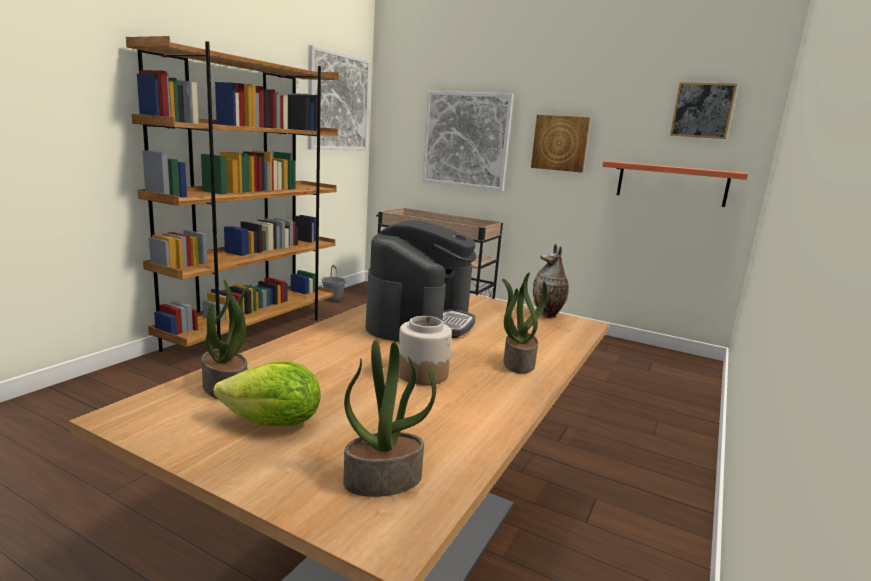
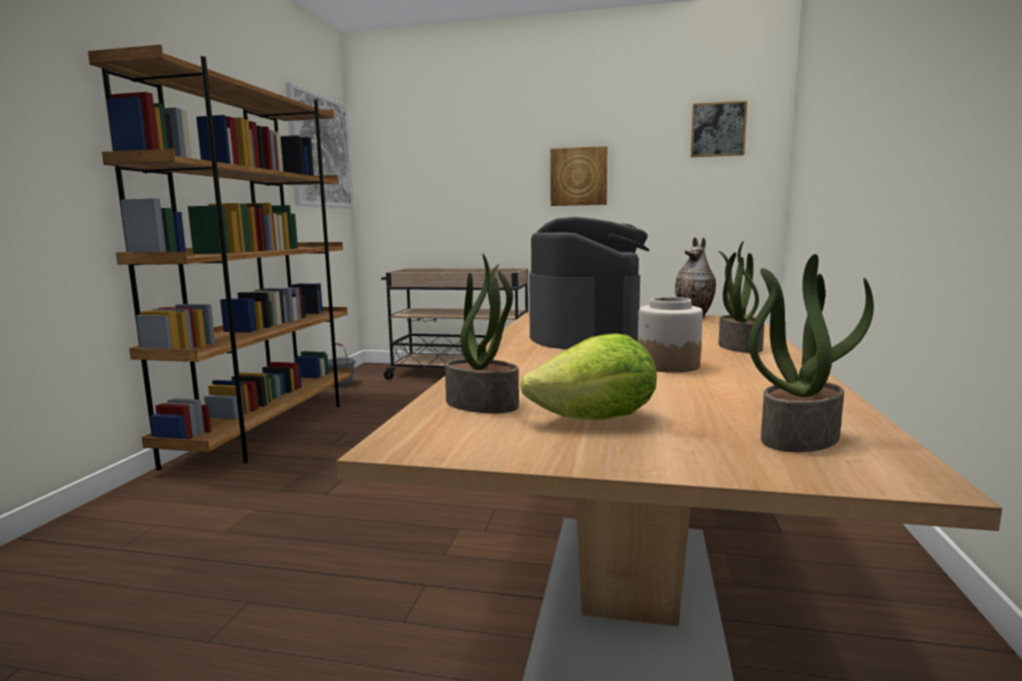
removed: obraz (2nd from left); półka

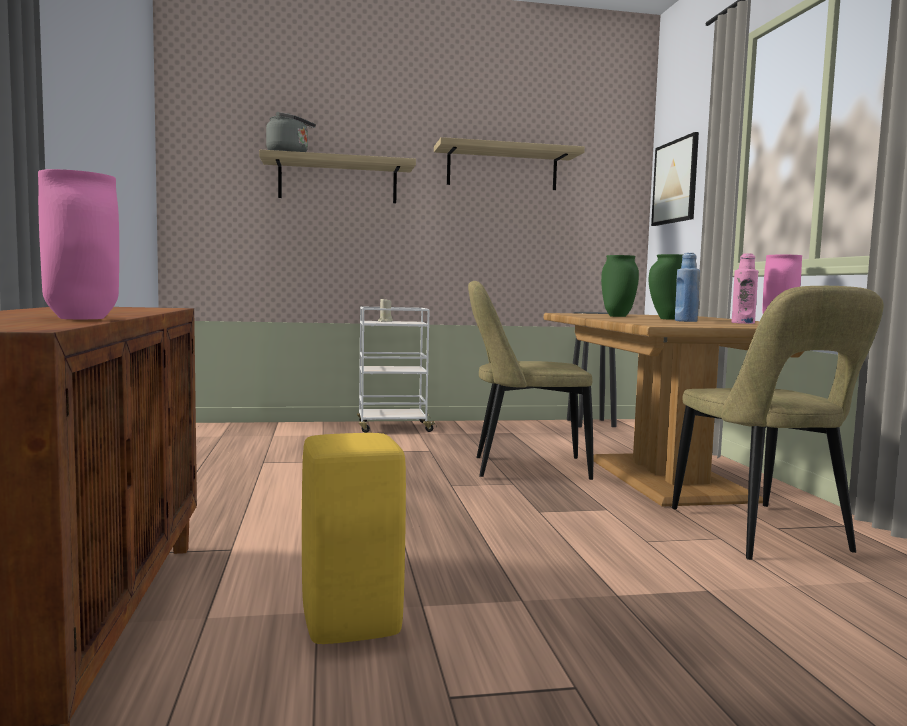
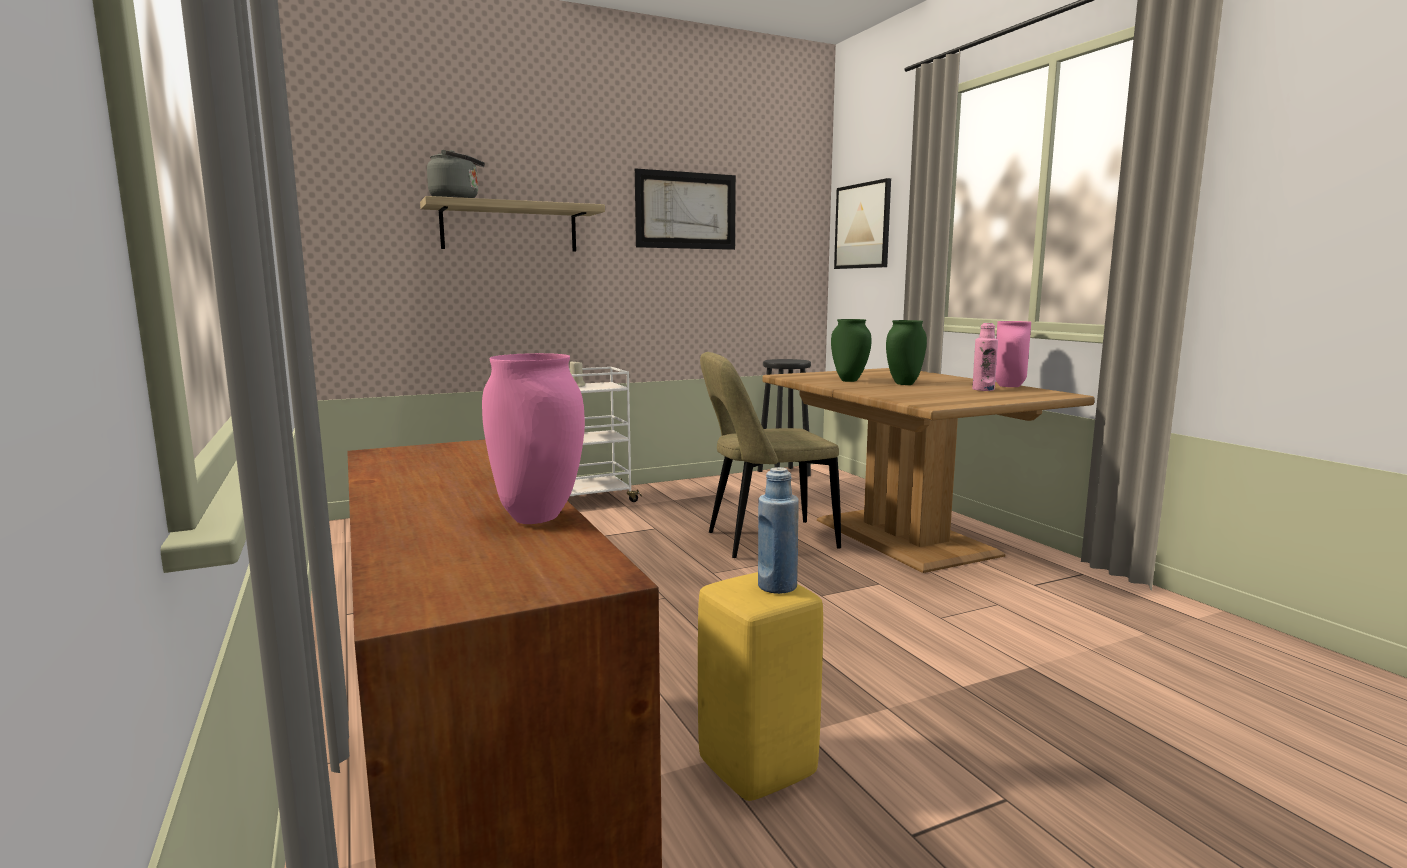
removed: krzesło (beżowy) (2nd from left)
moved: butelka (niebieski)
replaced: półka (2nd from left) to obraz (1st from left)

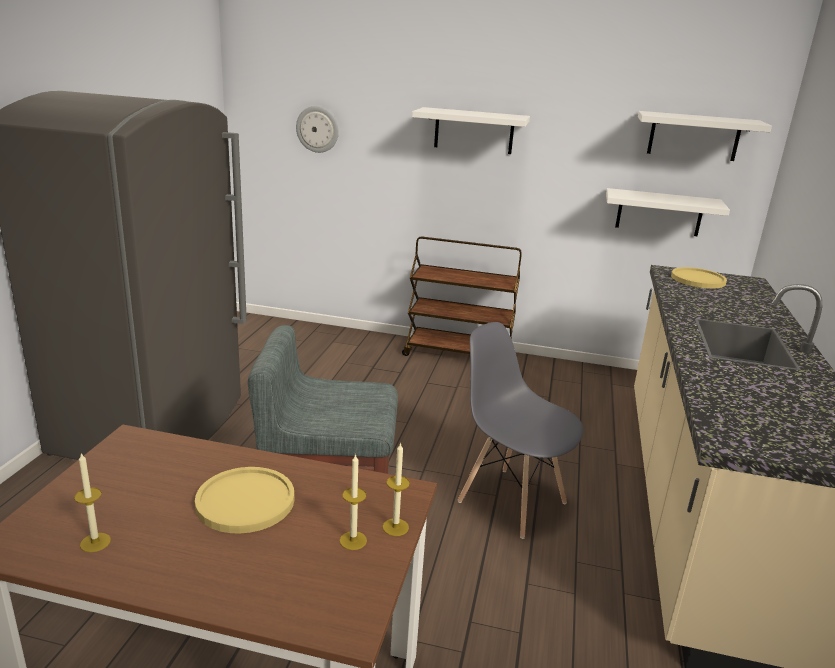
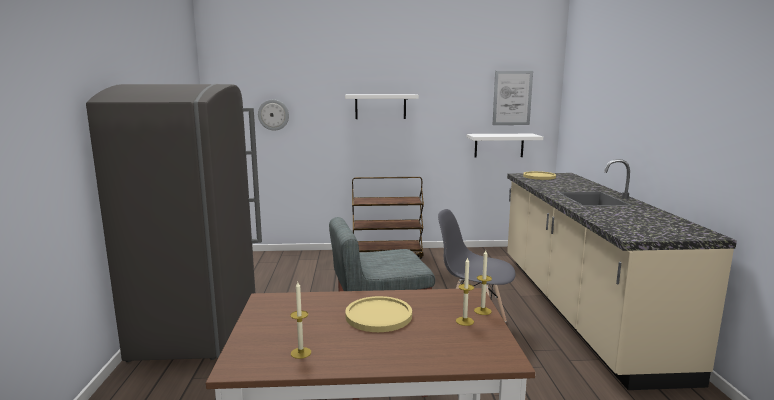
replaced: półka (biały) (3rd from left) to obraz

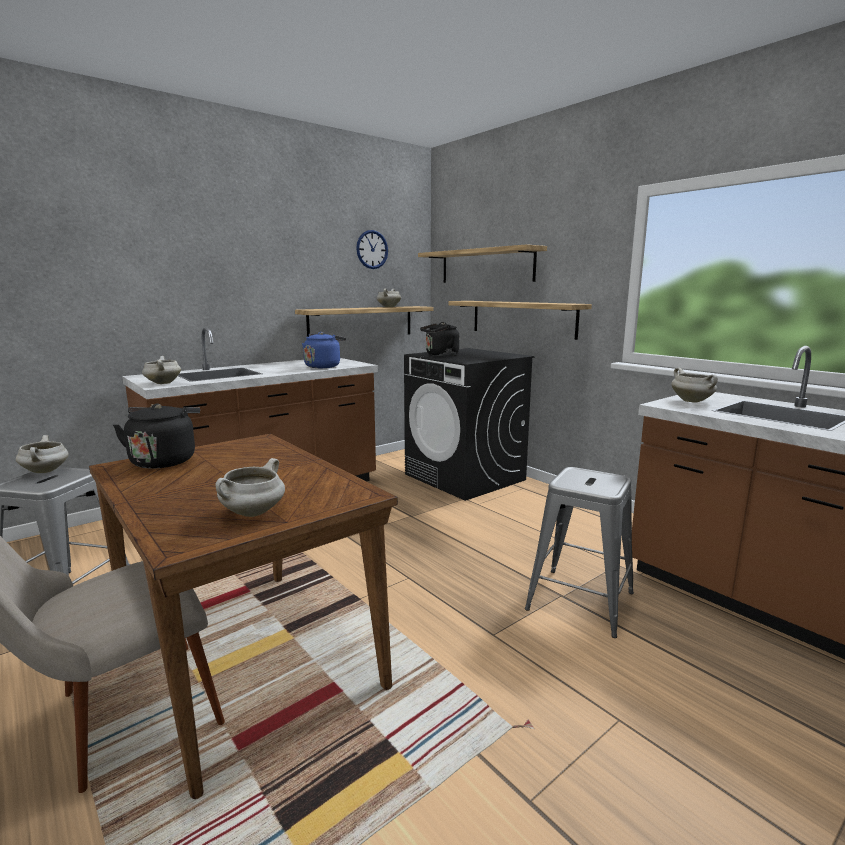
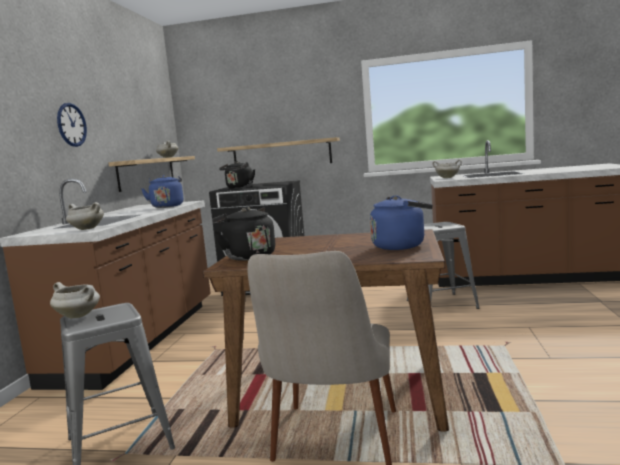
removed: półka (2nd from left)
moved: zegar ścienny
replaced: garnek (biały) (3rd from left) to czajnik (niebieski) (2nd from left)

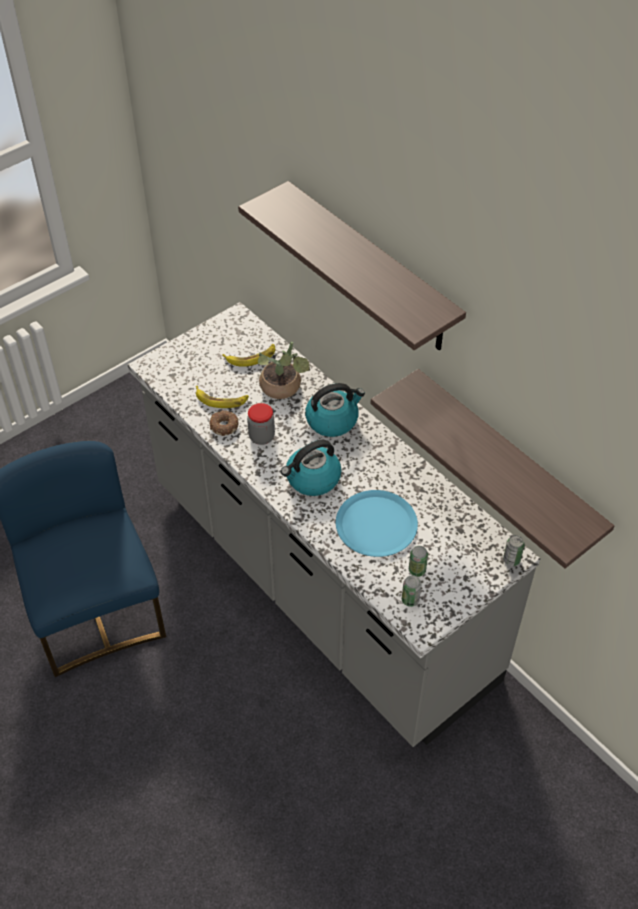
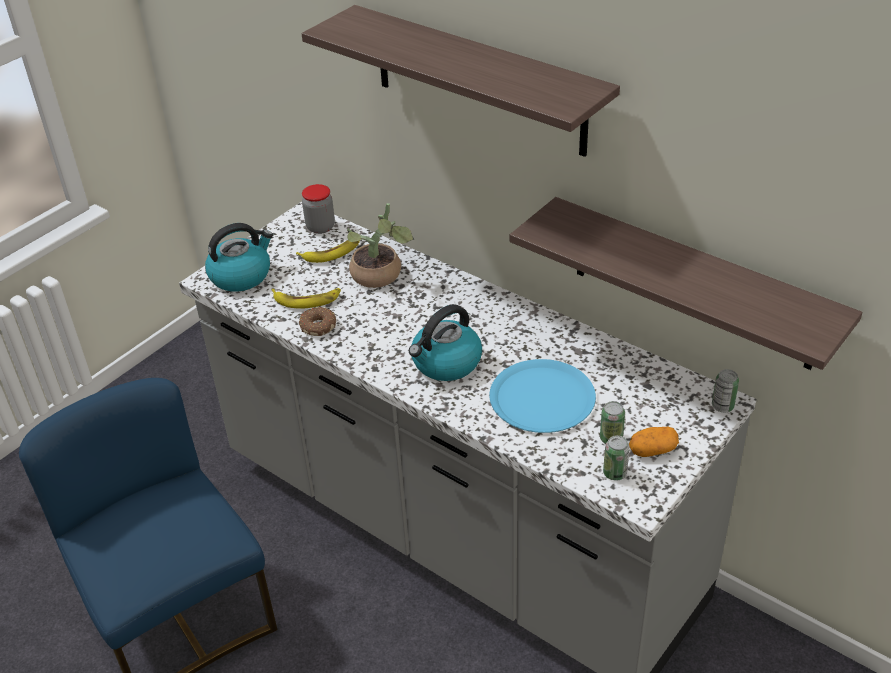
added: ziemniak
moved: czajnik (2nd from left in the first image) to czajnik (1st from left); słoik

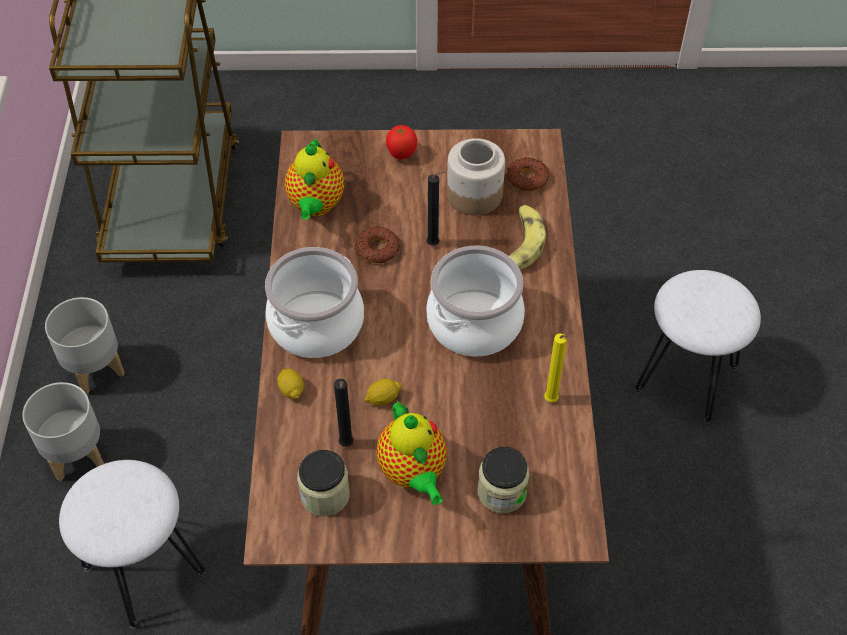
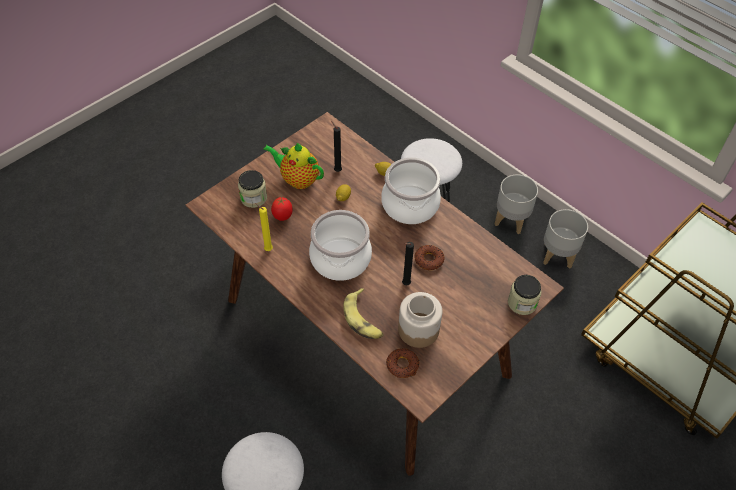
removed: imbryk (1st from left)
moved: pomidor; słoik (1st from left in the first image) to słoik (3rd from left)

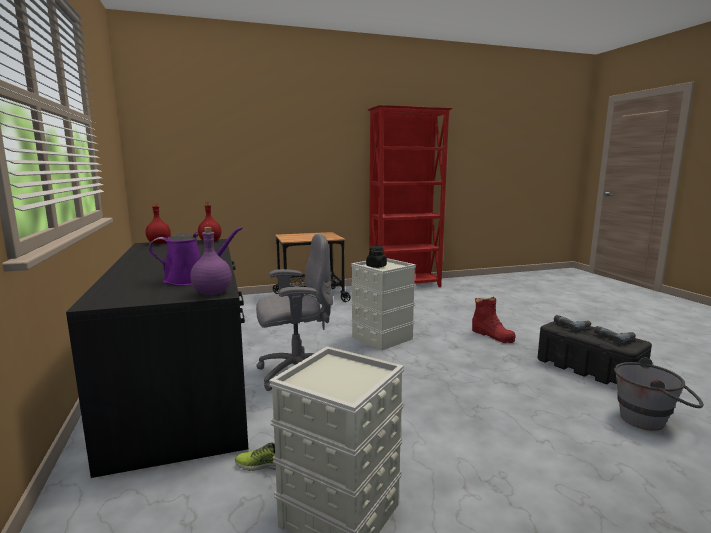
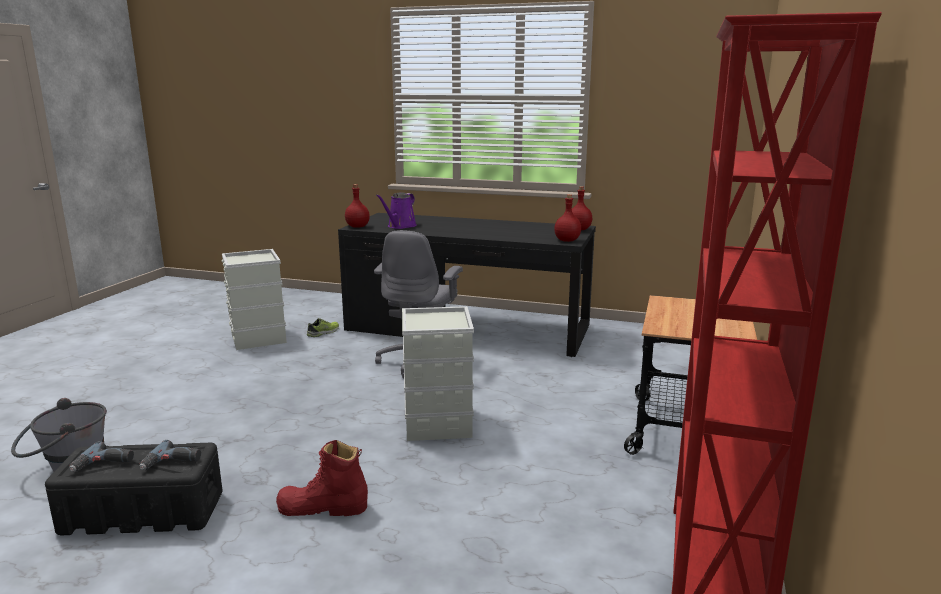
removed: słoik (czarny)
recoloured: butelka (fioletowy) to butelka (czerwony) (1st from left)

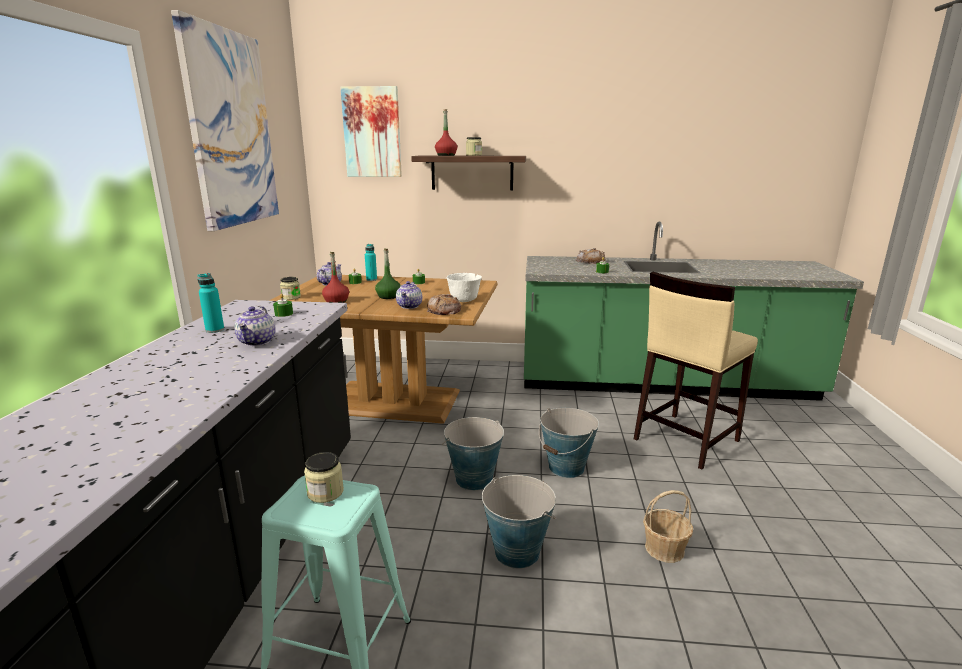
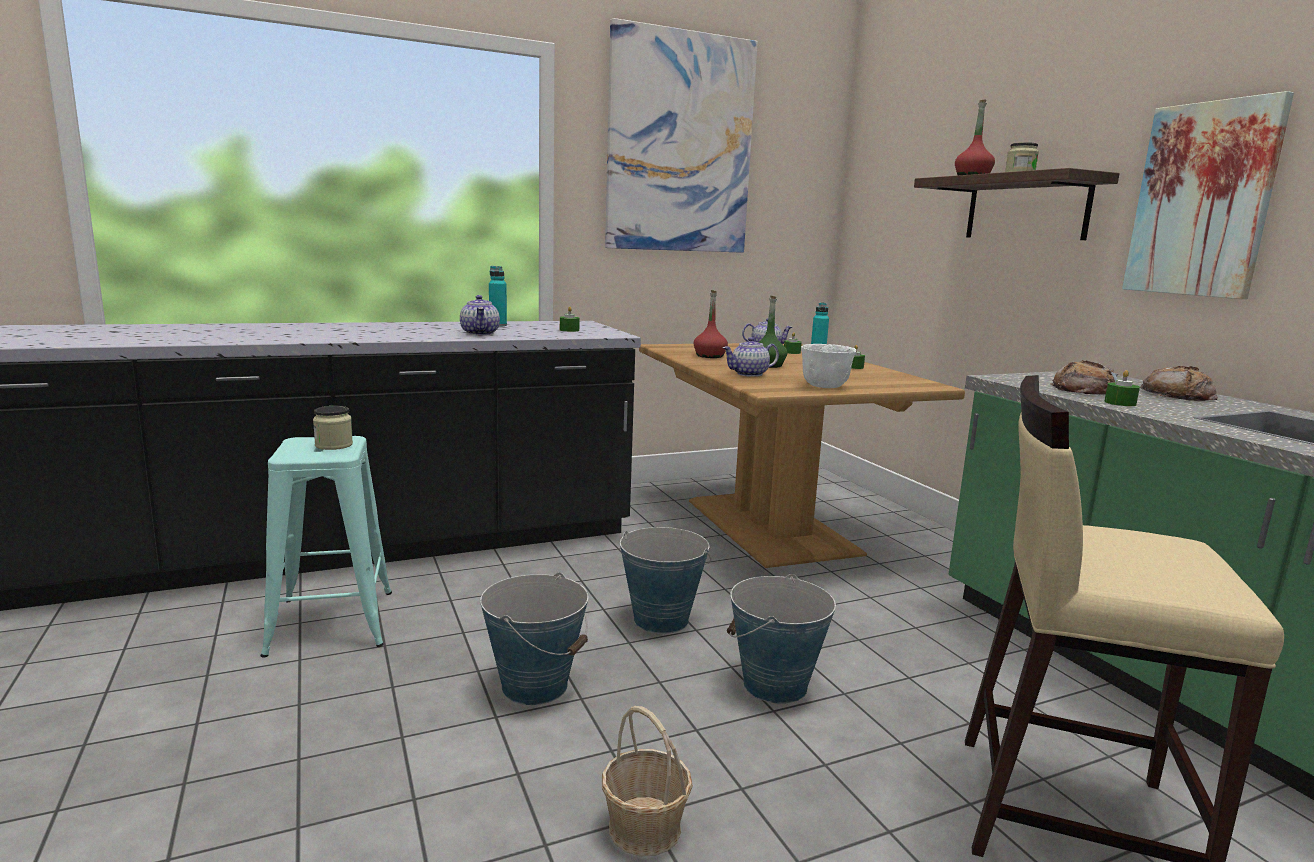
removed: słoik (1st from left)
moved: chleb (1st from left); obraz (2nd from left)
turned: imbryk (1st from left) 75 degrees counterclockwise

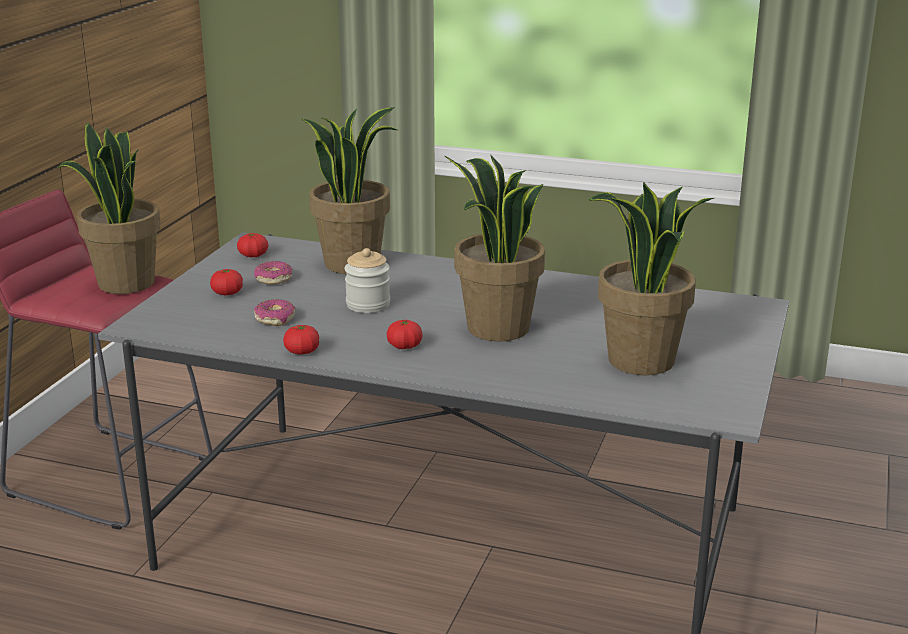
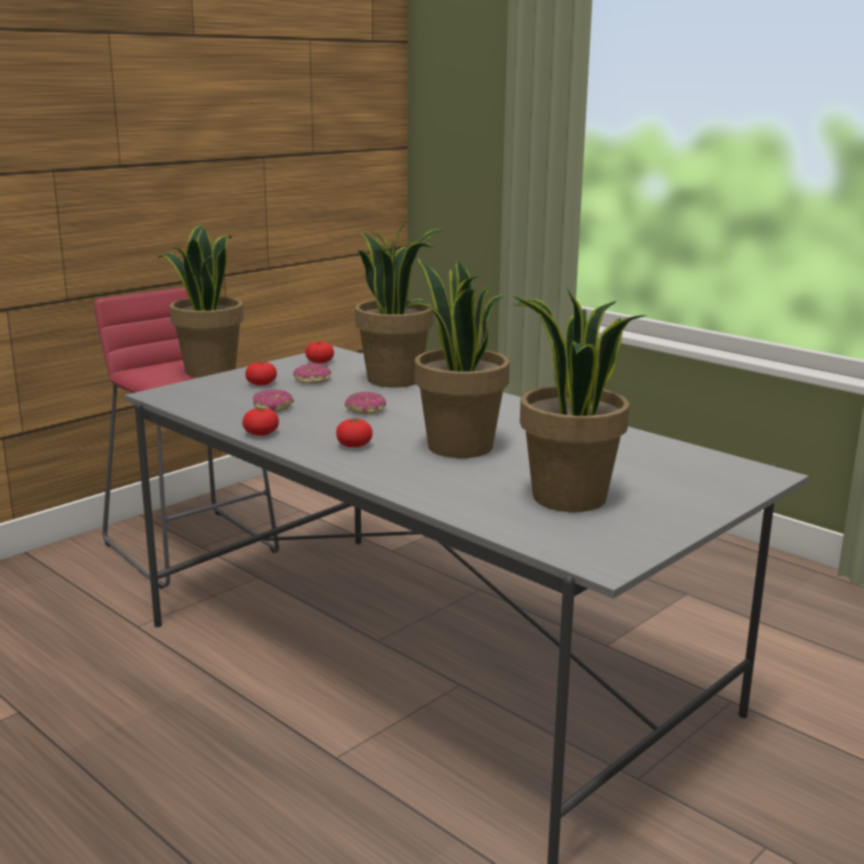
replaced: słoik to donut (3rd from left)

